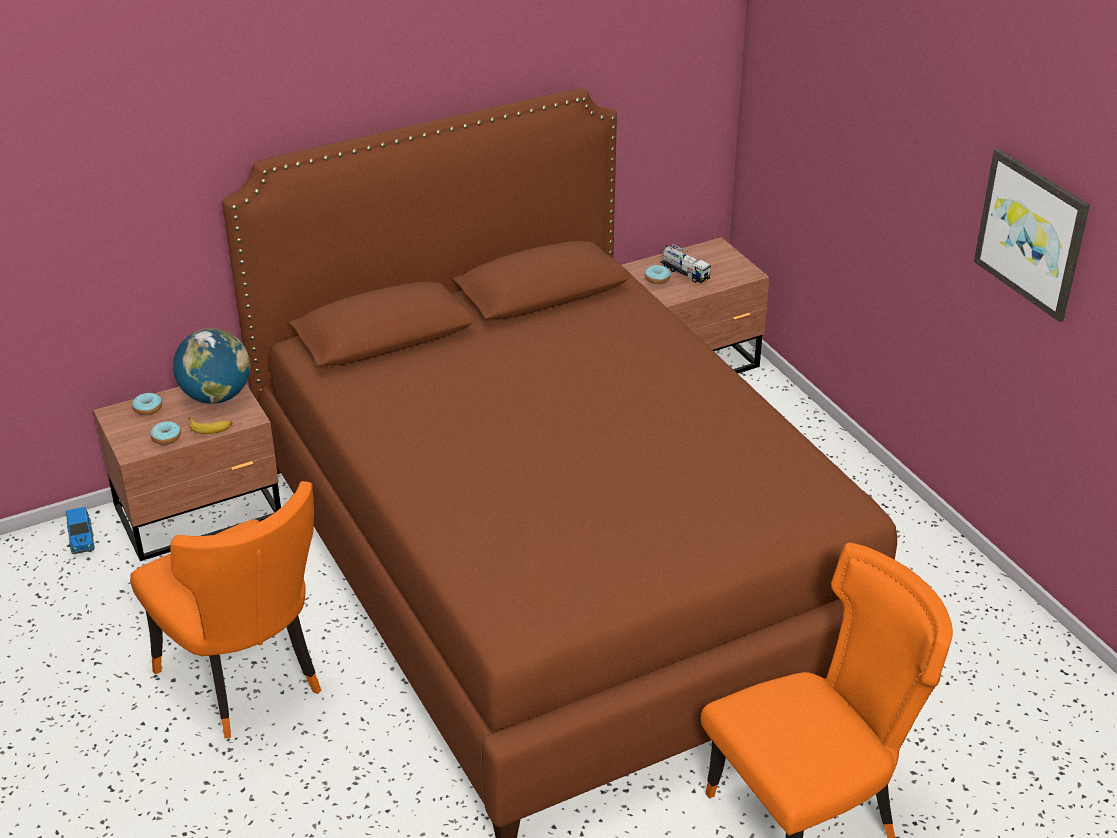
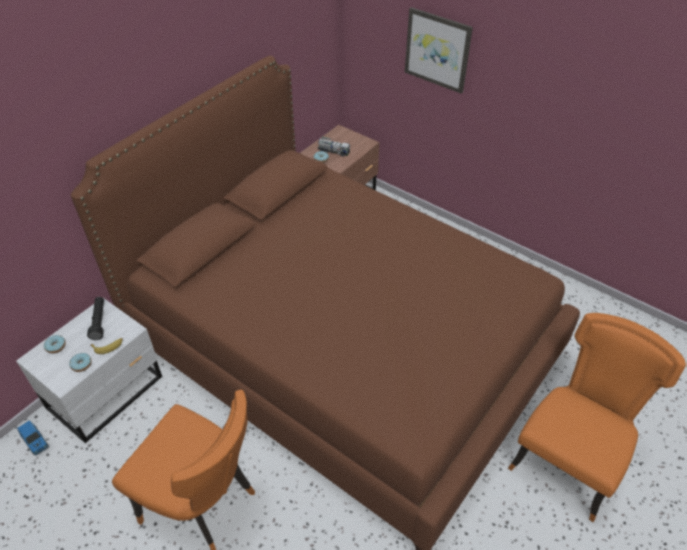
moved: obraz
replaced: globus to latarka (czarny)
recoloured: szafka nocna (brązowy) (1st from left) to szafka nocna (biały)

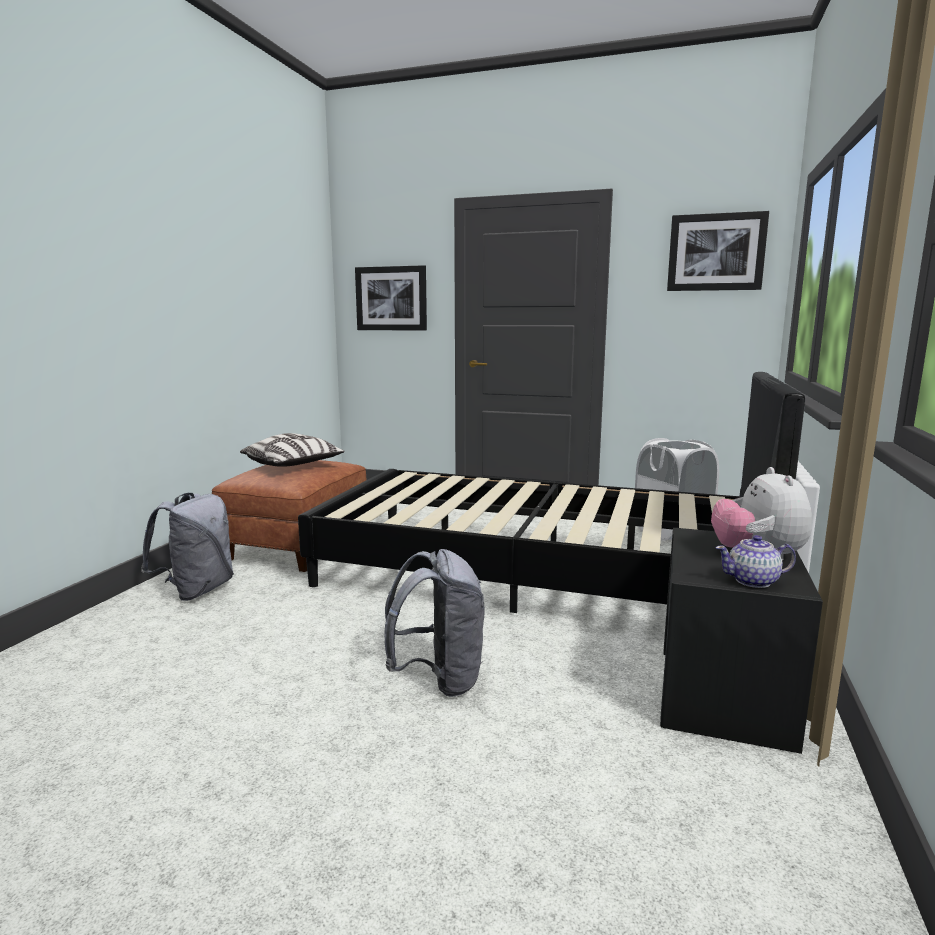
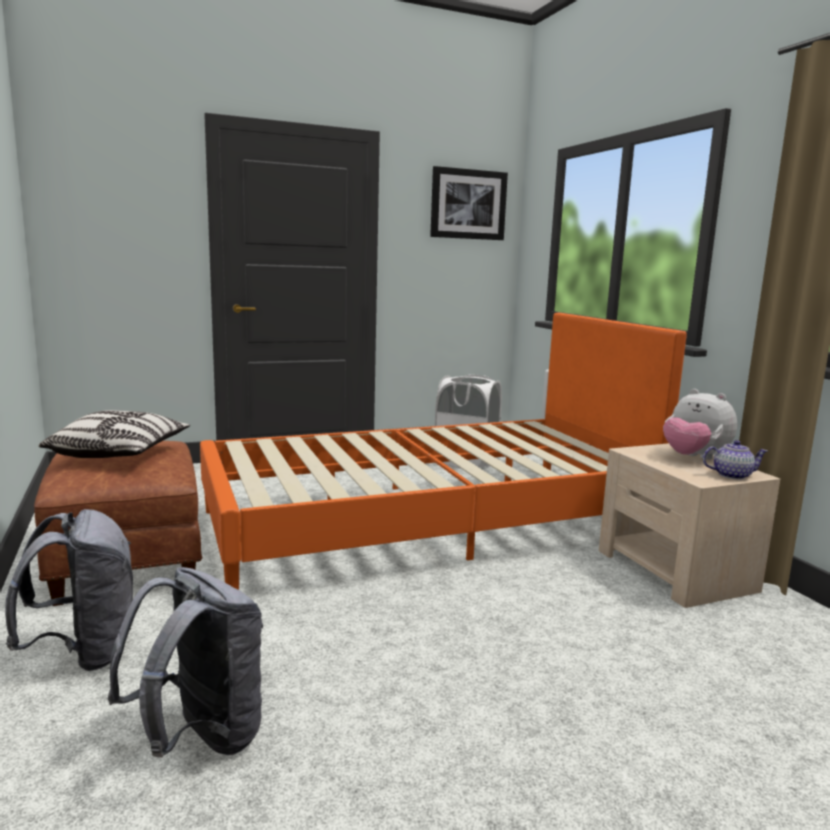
removed: obraz (1st from left)
moved: plecak (szary) (2nd from left)
recoloured: łóżko (czarny) to łóżko (pomarańczowy); szafka nocna (czarny) to szafka nocna (beżowy)
turned: imbryk 135 degrees counterclockwise

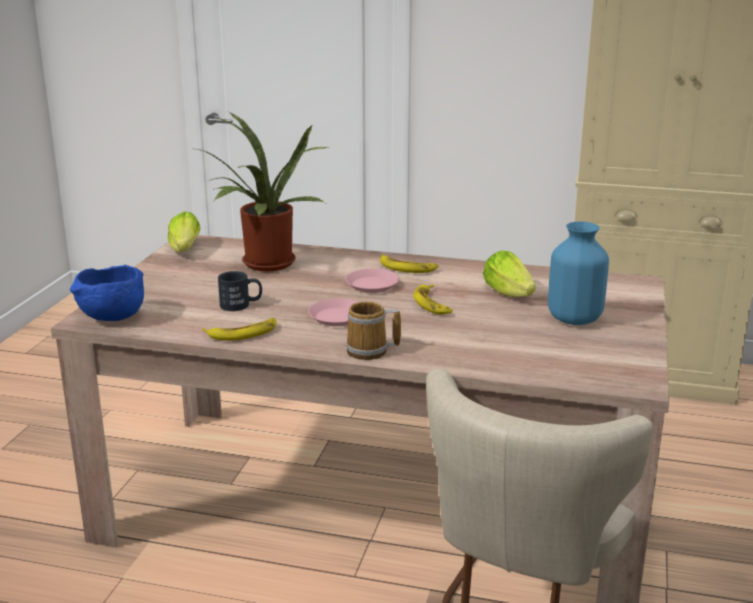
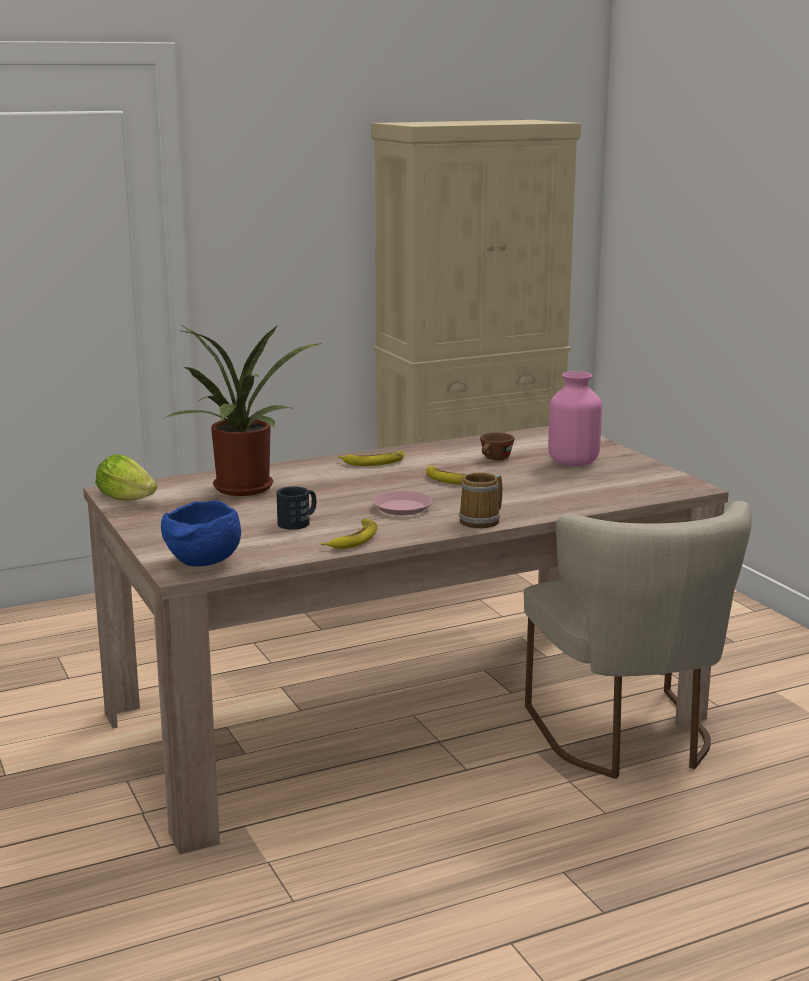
removed: talerz (różowy) (2nd from left)
replaced: sałata (2nd from left) to filiżanka (brązowy)
recoloured: wazon (niebieski) to wazon (różowy)

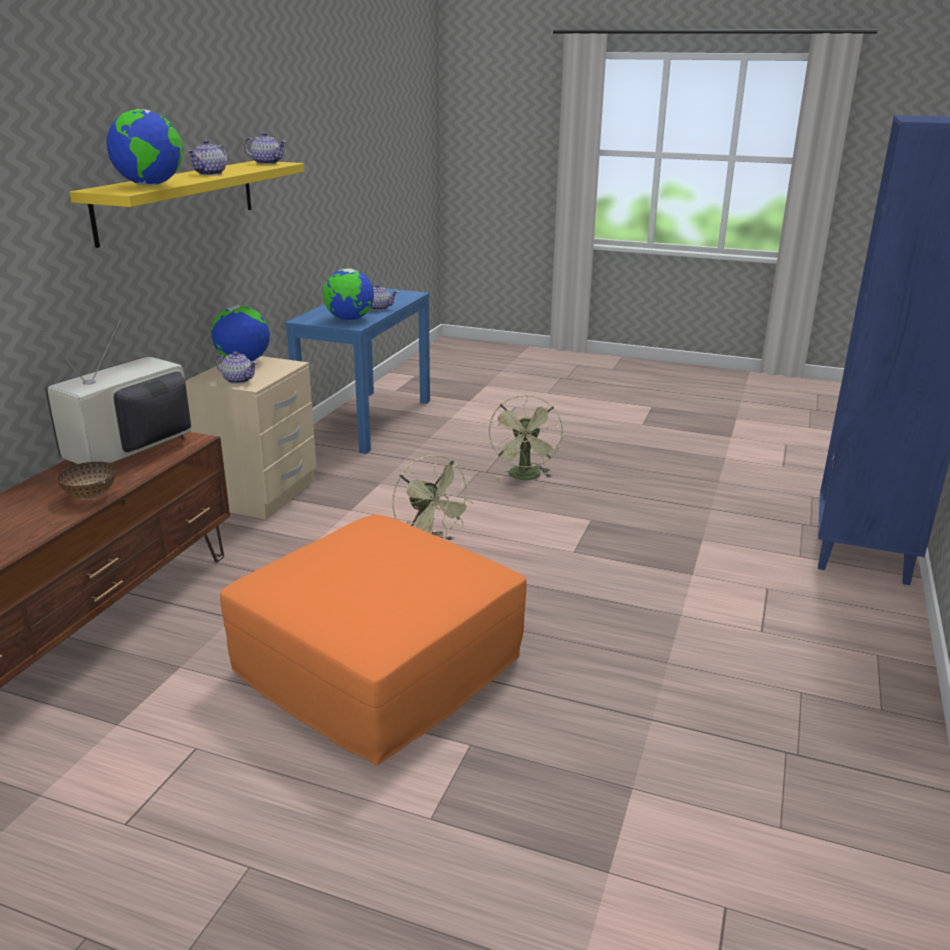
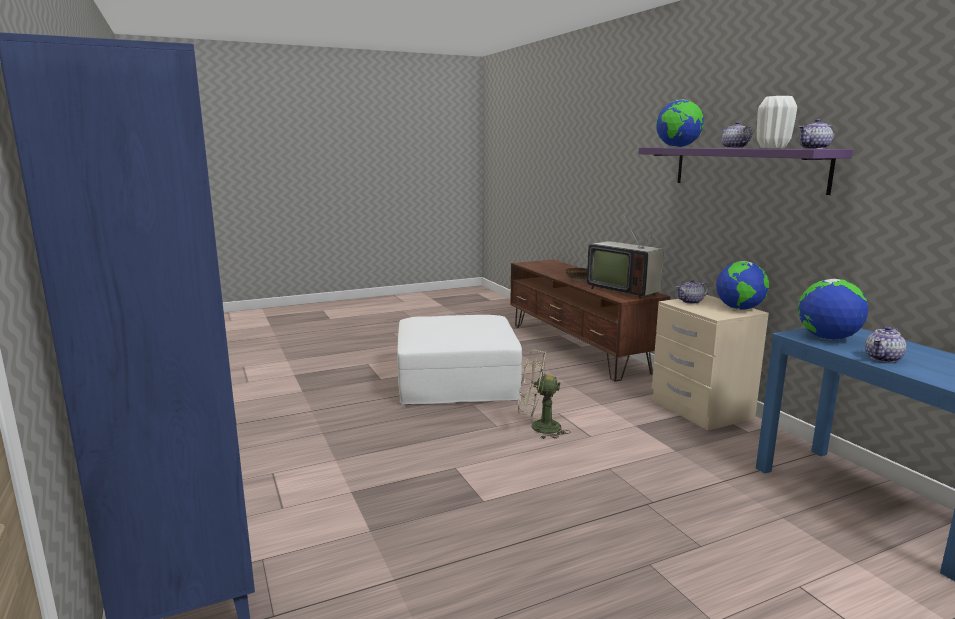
removed: wentylator (zielony) (2nd from left)
added: wazon (biały)
recoloured: pufa (pomarańczowy) to pufa (biały); półka (żółty) to półka (fioletowy)
turned: telewizor 150 degrees clockwise

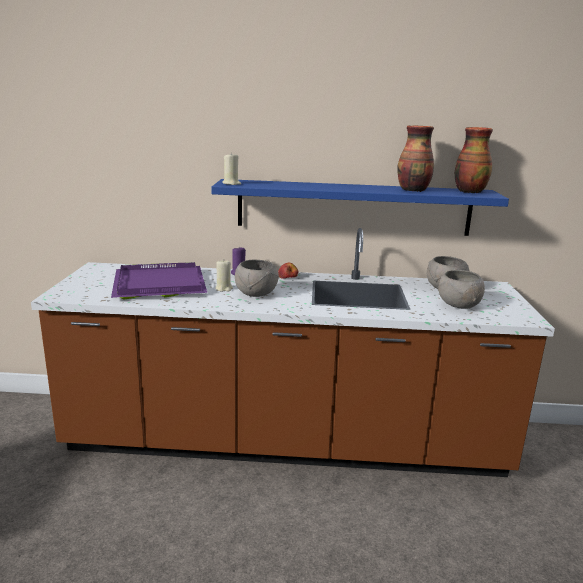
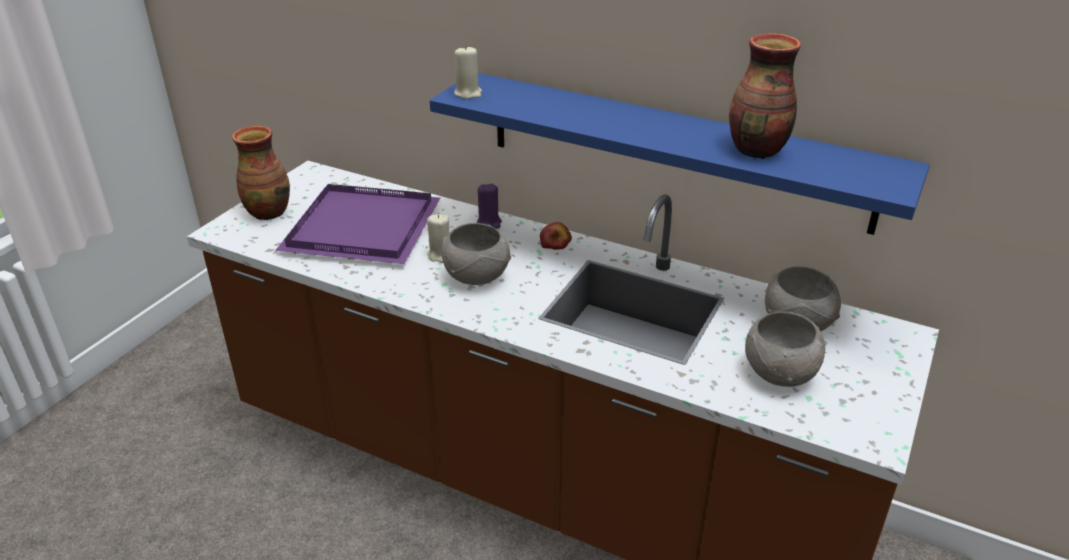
moved: wazon (2nd from left in the first image) to wazon (1st from left)

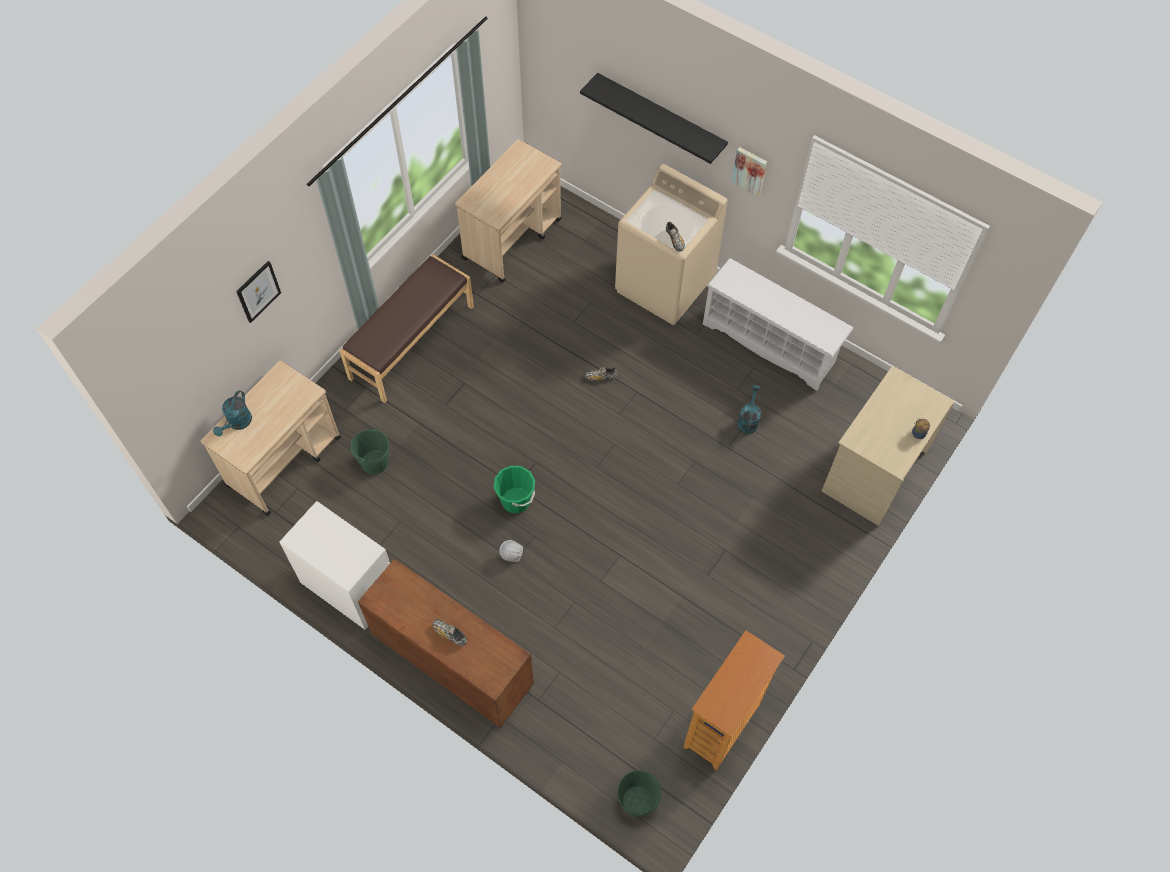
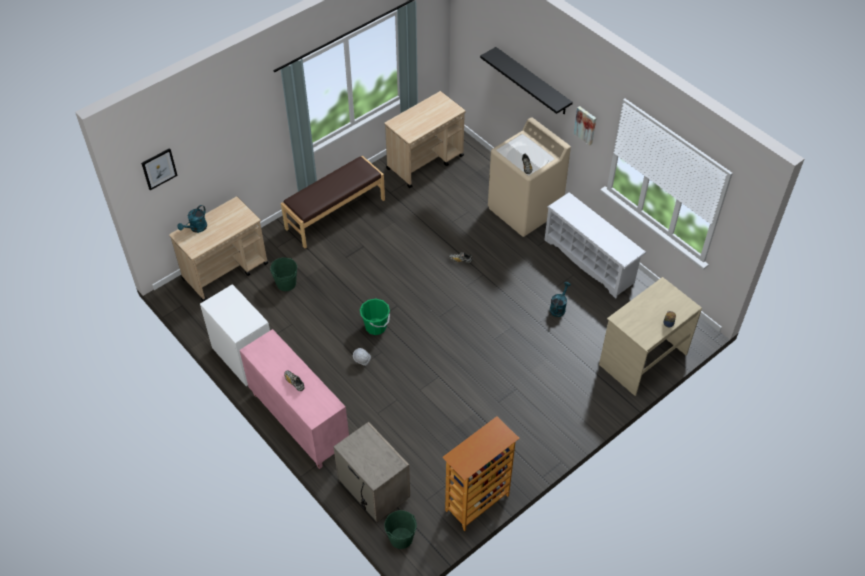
added: szafka nocna (beżowy)
moved: obraz (1st from left)
recoloured: szafka (brązowy) to szafka (różowy)

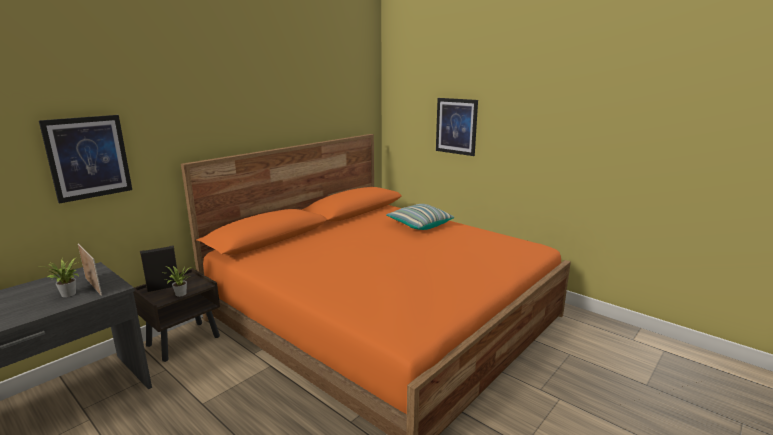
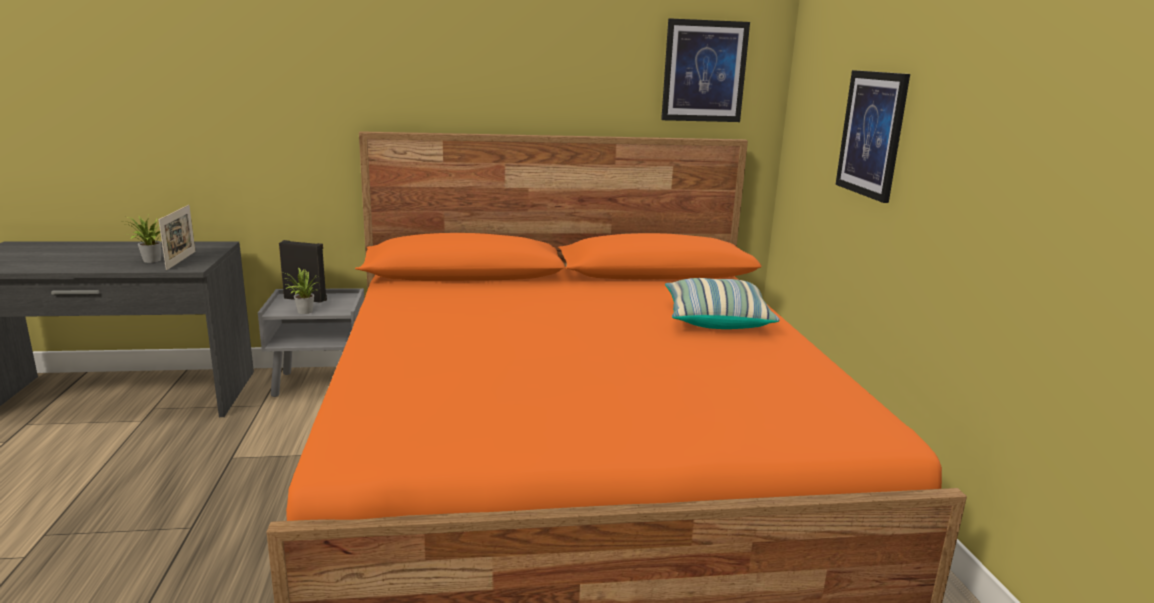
moved: obraz (1st from left)
recoloured: szafka nocna (brązowy) to szafka nocna (szary)

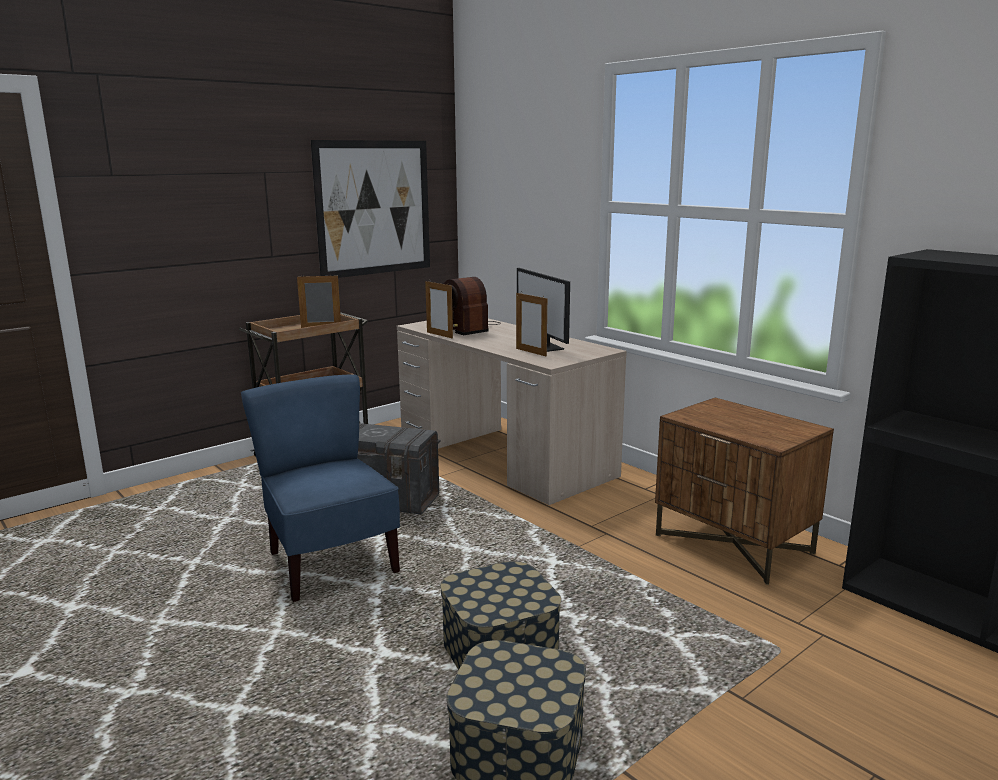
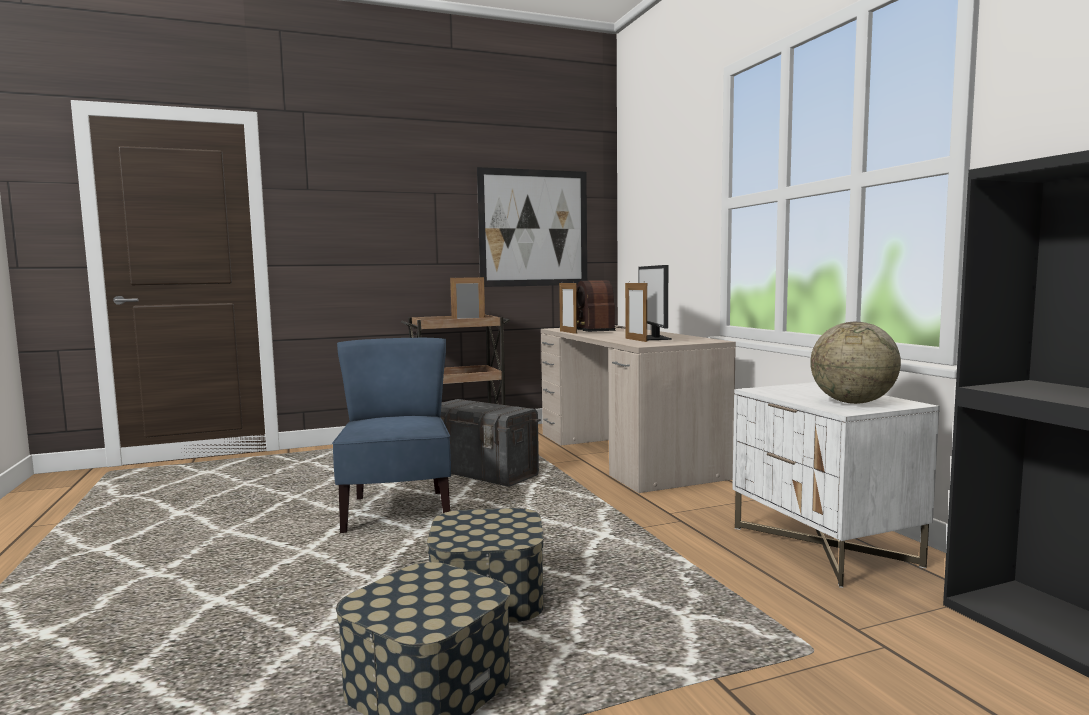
added: globus
recoloured: szafka nocna (brązowy) to szafka nocna (biały)

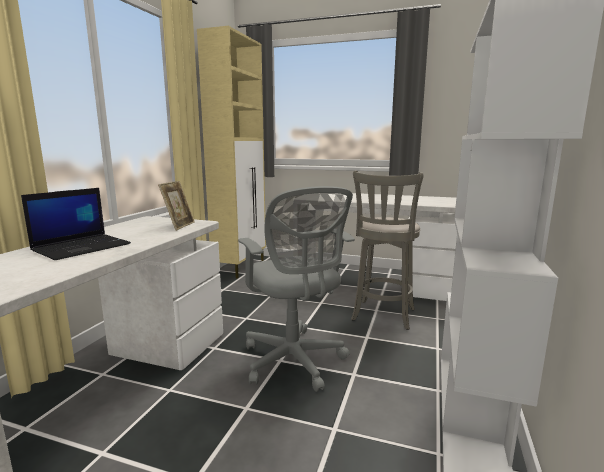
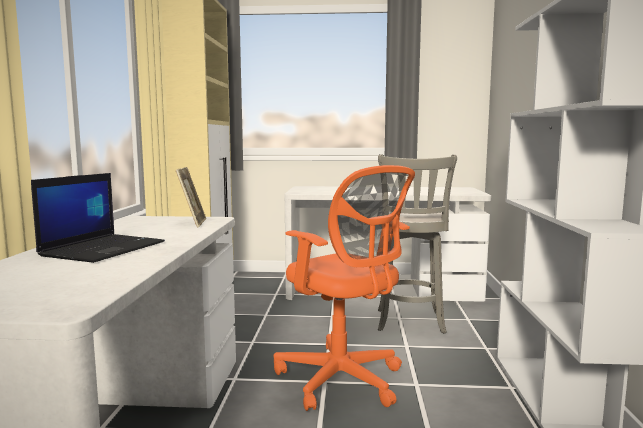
recoloured: krzesło biurowe (szary) to krzesło biurowe (pomarańczowy)

